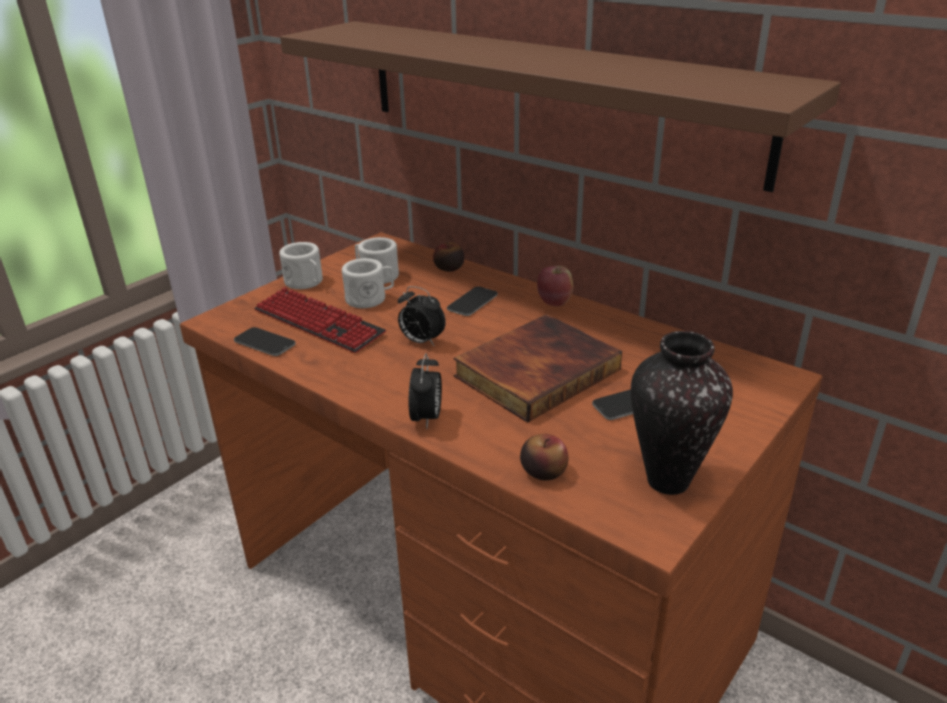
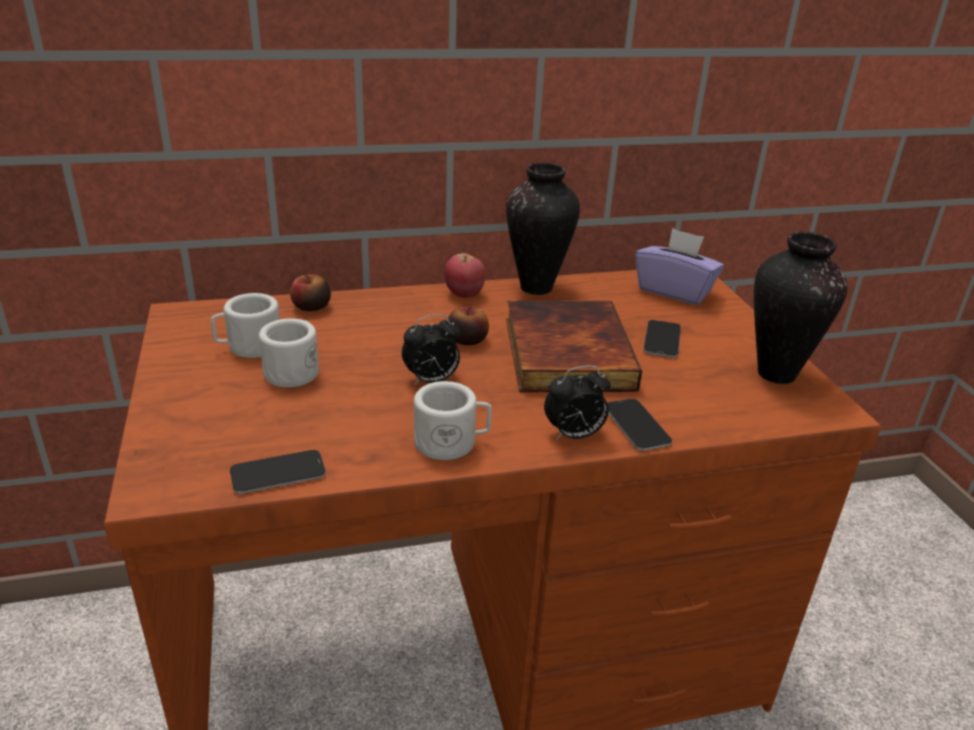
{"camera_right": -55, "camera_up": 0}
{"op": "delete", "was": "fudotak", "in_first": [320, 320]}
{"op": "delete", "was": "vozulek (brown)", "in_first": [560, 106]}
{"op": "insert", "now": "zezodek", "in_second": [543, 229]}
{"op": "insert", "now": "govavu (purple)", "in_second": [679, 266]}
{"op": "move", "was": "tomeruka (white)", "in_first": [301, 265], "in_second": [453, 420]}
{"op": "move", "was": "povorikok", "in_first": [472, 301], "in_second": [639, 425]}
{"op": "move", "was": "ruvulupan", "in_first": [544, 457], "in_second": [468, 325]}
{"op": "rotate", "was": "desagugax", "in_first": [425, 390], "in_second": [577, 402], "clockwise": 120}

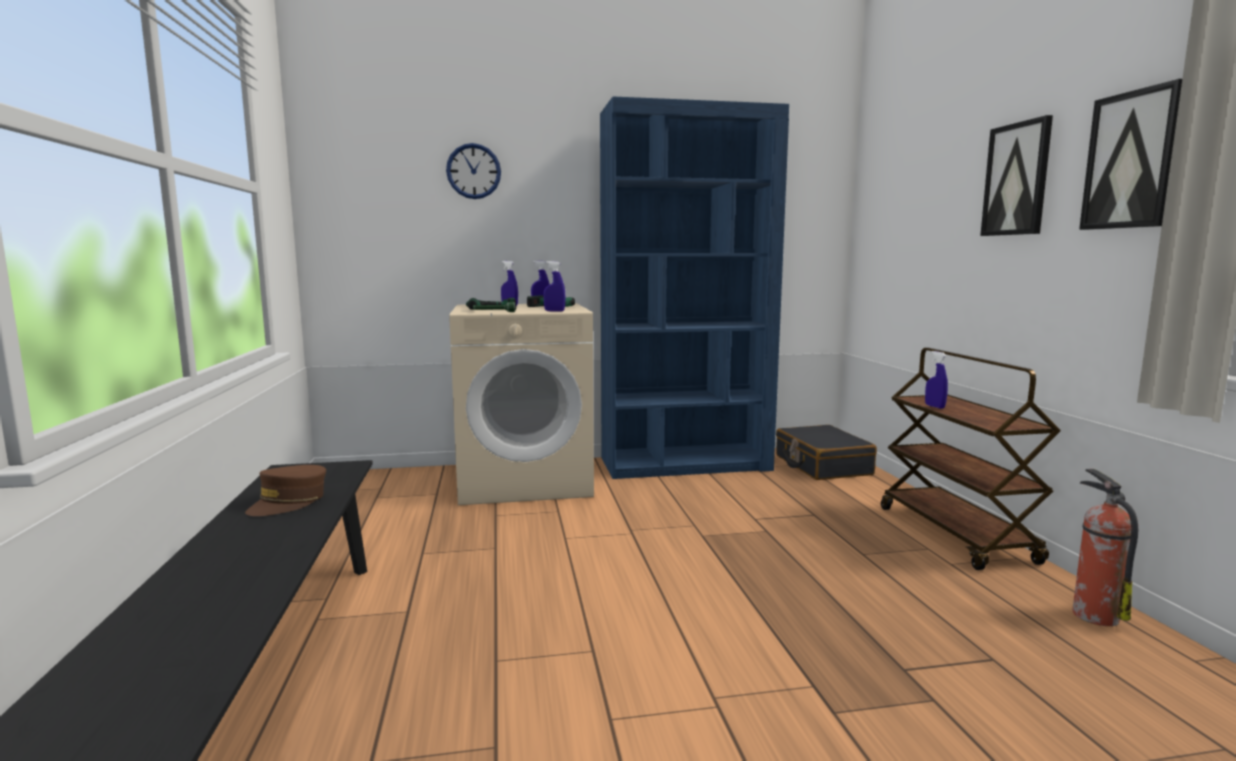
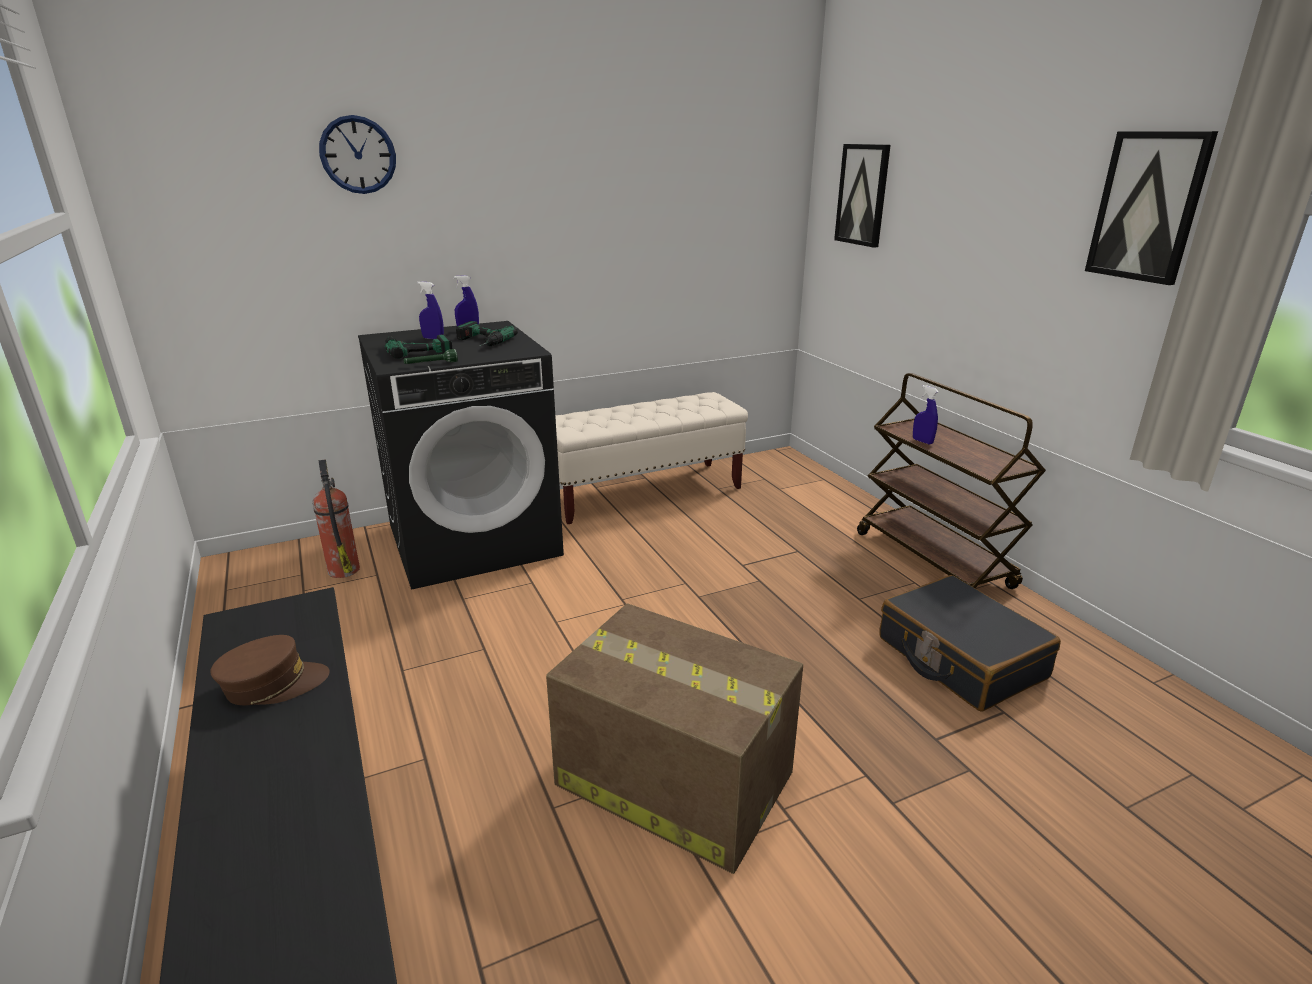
{"camera_right": -15, "camera_up": 15}
{"op": "delete", "was": "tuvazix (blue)", "in_first": [554, 286]}
{"op": "insert", "now": "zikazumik", "in_second": [674, 739]}
{"op": "move", "was": "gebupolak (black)", "in_first": [826, 452], "in_second": [970, 643]}
{"op": "move", "was": "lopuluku", "in_first": [1016, 175], "in_second": [862, 196]}
{"op": "move", "was": "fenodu", "in_first": [1105, 547], "in_second": [336, 518]}
{"op": "replace", "was": "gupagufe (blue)", "now": "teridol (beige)", "in_first": [694, 287], "in_second": [651, 458]}
{"op": "recolor", "was": "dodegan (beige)", "now": "dodegan (black)", "in_first": [521, 404], "in_second": [461, 455]}
{"op": "rotate", "was": "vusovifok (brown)", "in_first": [285, 490], "in_second": [269, 670], "clockwise": -120}

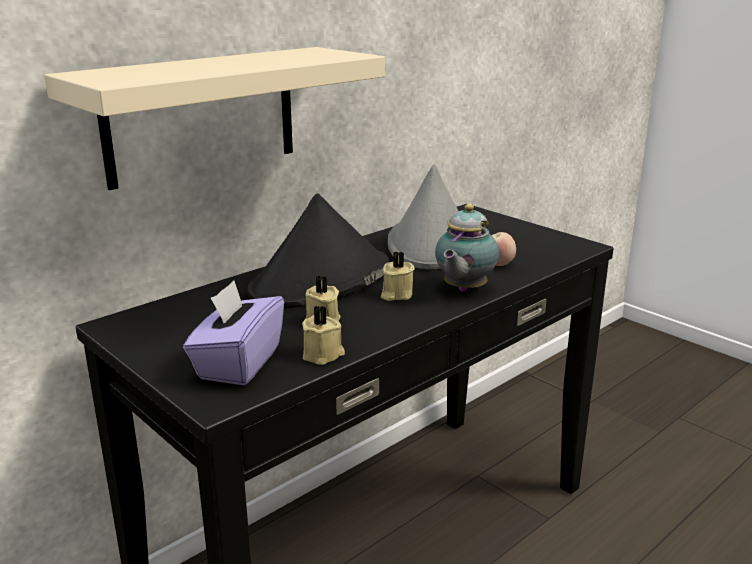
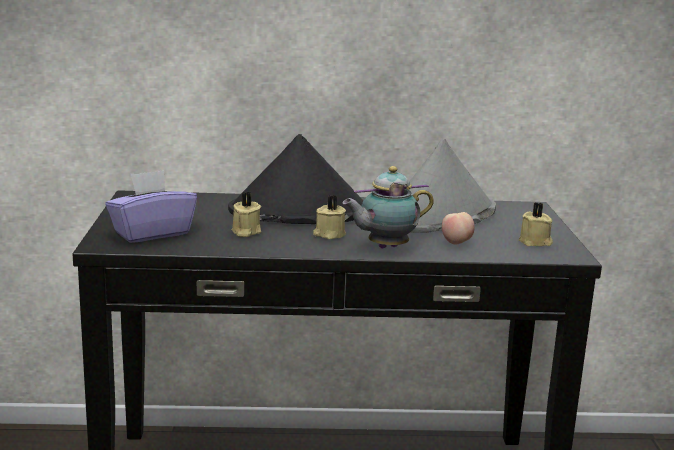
{"camera_right": 40, "camera_up": -5}
{"op": "delete", "was": "vozulek (beige)", "in_first": [214, 118]}
{"op": "move", "was": "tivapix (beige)", "in_first": [323, 335], "in_second": [536, 224]}

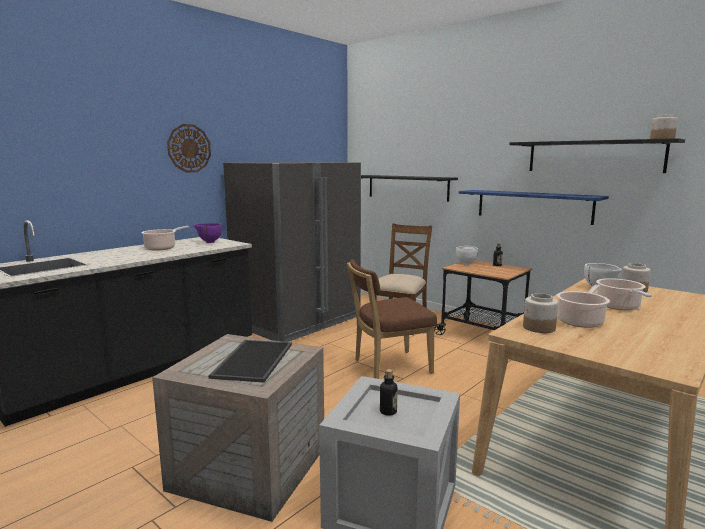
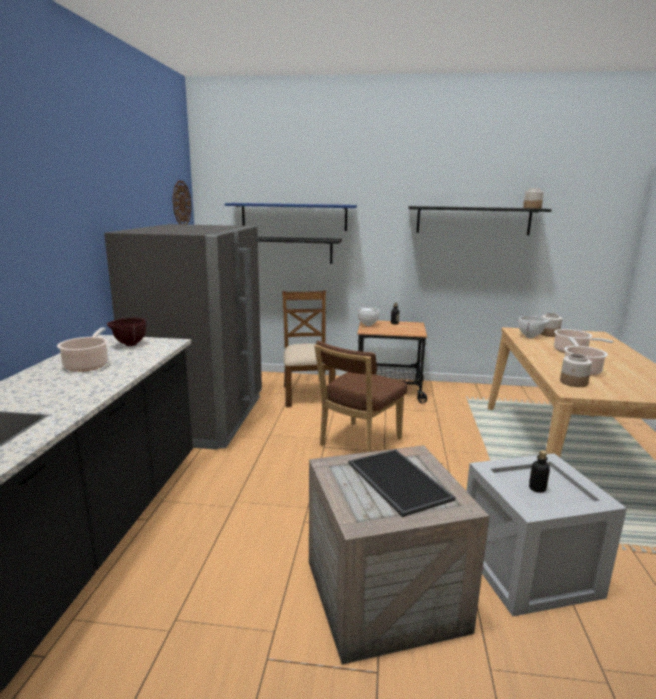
{"camera_right": -35, "camera_up": 5}
{"op": "move", "was": "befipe", "in_first": [189, 148], "in_second": [182, 203]}
{"op": "move", "was": "vozulek (blue)", "in_first": [534, 207], "in_second": [291, 217]}
{"op": "recolor", "was": "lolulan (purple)", "now": "lolulan (brown)", "in_first": [208, 233], "in_second": [126, 332]}

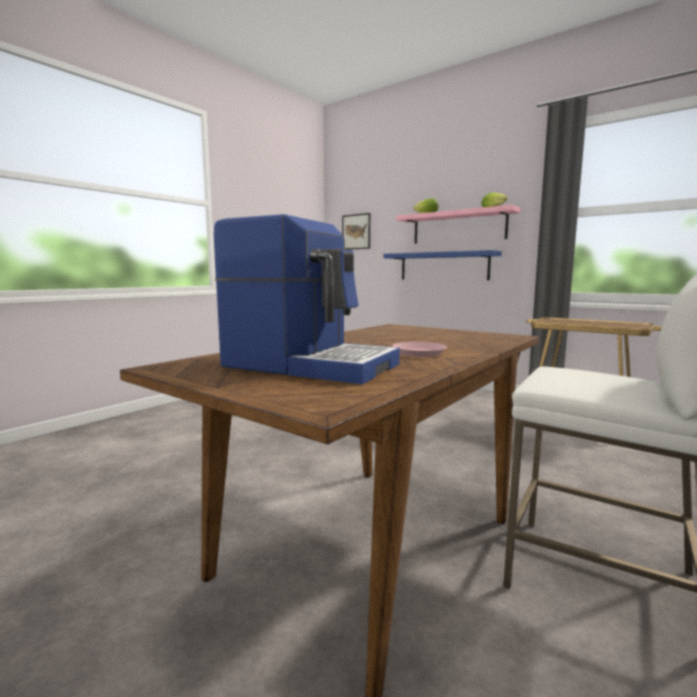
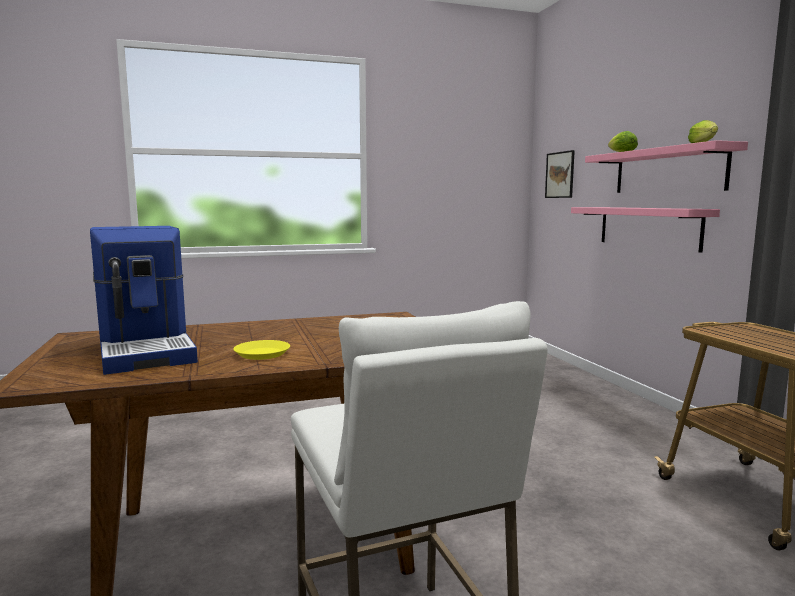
{"camera_right": 35, "camera_up": 0}
{"op": "recolor", "was": "vozulek (blue)", "now": "vozulek (pink)", "in_first": [442, 265], "in_second": [645, 230]}
{"op": "recolor", "was": "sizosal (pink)", "now": "sizosal (yellow)", "in_first": [419, 349], "in_second": [261, 350]}

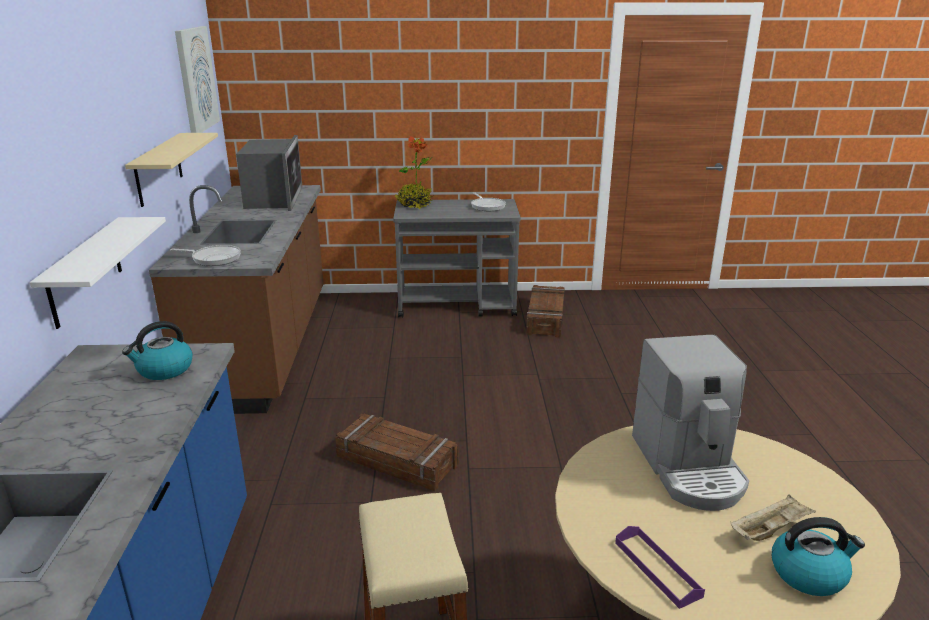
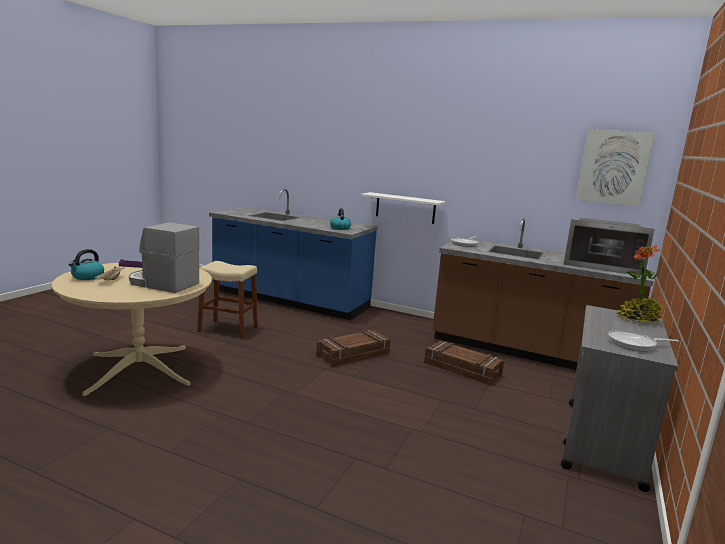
{"camera_right": 115, "camera_up": -10}
{"op": "delete", "was": "vozulek (beige)", "in_first": [171, 170]}
{"op": "move", "was": "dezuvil", "in_first": [545, 311], "in_second": [464, 362]}

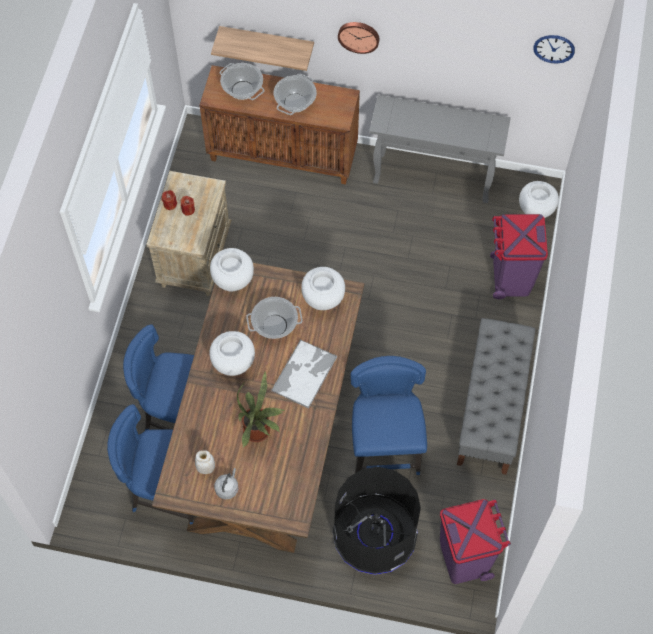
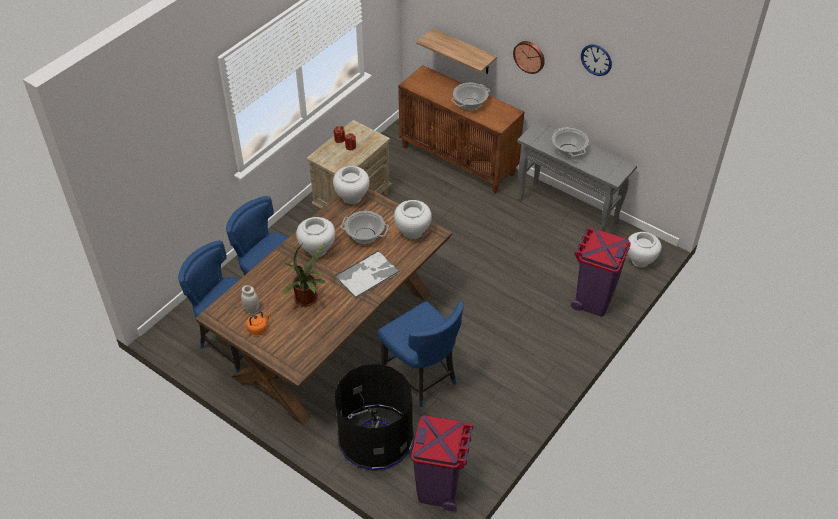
{"camera_right": 25, "camera_up": -15}
{"op": "delete", "was": "teridol (grey)", "in_first": [496, 396]}
{"op": "move", "was": "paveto", "in_first": [242, 81], "in_second": [570, 142]}
{"op": "move", "was": "befipe", "in_first": [554, 49], "in_second": [596, 60]}
{"op": "recolor", "was": "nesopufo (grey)", "now": "nesopufo (orange)", "in_first": [226, 483], "in_second": [258, 323]}
{"op": "rotate", "was": "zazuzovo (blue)", "in_first": [388, 415], "in_second": [420, 354], "clockwise": 120}

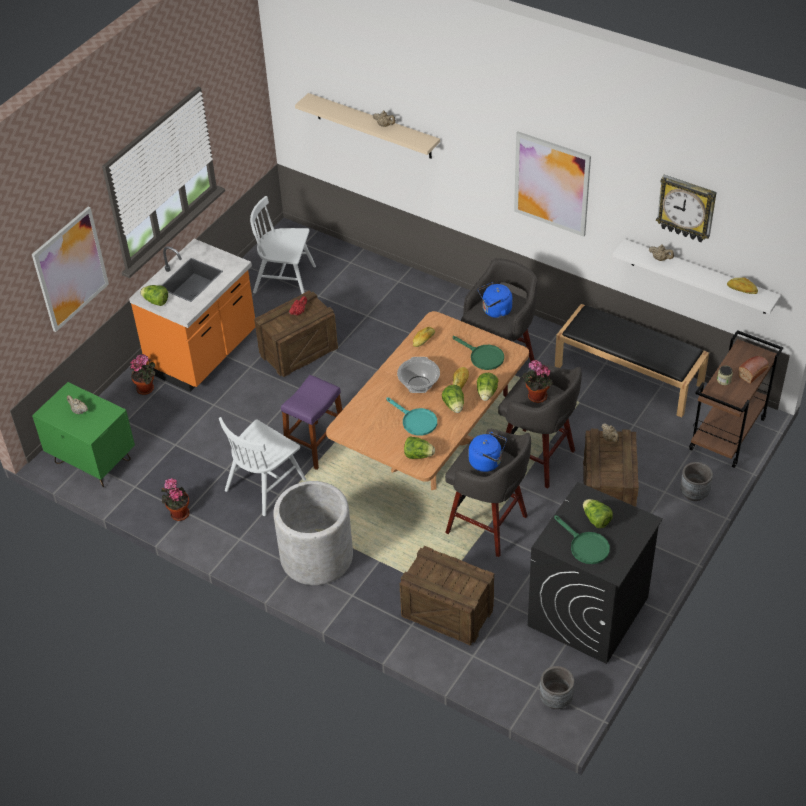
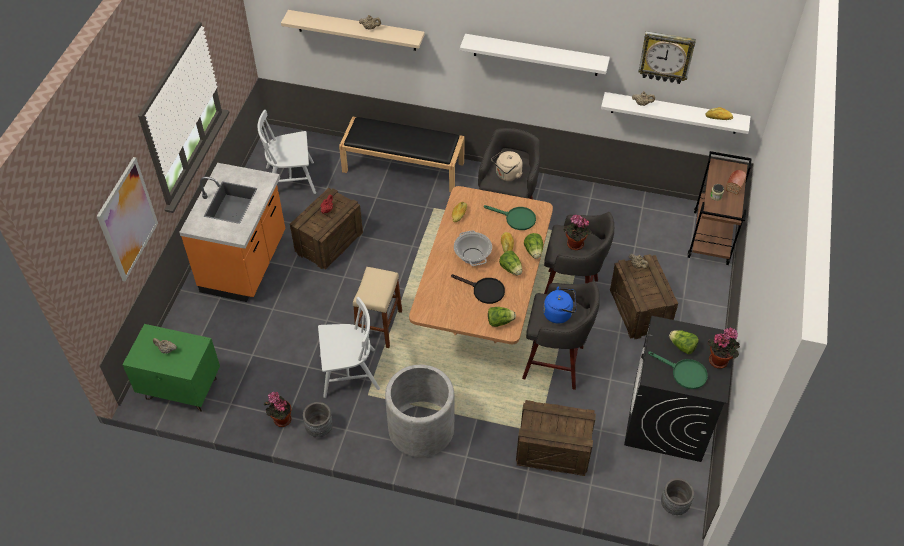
{"camera_right": -20, "camera_up": 5}
{"op": "delete", "was": "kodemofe", "in_first": [154, 295]}
{"op": "move", "was": "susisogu", "in_first": [143, 374], "in_second": [723, 348]}
{"op": "move", "was": "teridol (black)", "in_first": [632, 361], "in_second": [402, 154]}
{"op": "move", "was": "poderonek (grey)", "in_first": [696, 481], "in_second": [318, 419]}
{"op": "replace", "was": "lopuluku", "now": "vozulek (white)", "in_first": [552, 184], "in_second": [535, 55]}
{"op": "recolor", "was": "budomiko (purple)", "now": "budomiko (beige)", "in_first": [311, 422], "in_second": [377, 307]}
{"op": "recolor", "was": "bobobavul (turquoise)", "now": "bobobavul (black)", "in_first": [411, 416], "in_second": [478, 289]}
{"op": "recolor", "was": "nesopufo (blue)", "now": "nesopufo (beige)", "in_first": [495, 300], "in_second": [507, 166]}
{"op": "rotate", "was": "zazuzovo (white)", "in_first": [262, 466], "in_second": [349, 347], "clockwise": -120}

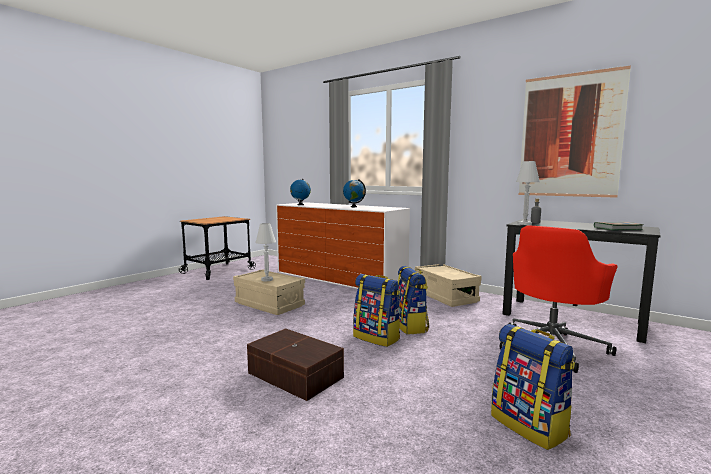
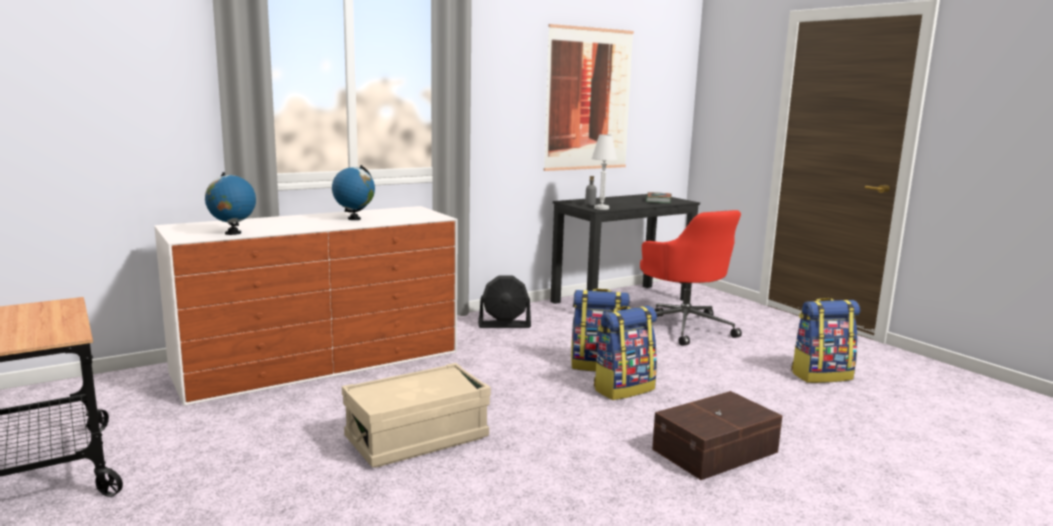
{"camera_right": -70, "camera_up": 5}
{"op": "delete", "was": "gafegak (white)", "in_first": [265, 252]}
{"op": "replace", "was": "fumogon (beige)", "now": "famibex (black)", "in_first": [448, 285], "in_second": [504, 302]}

